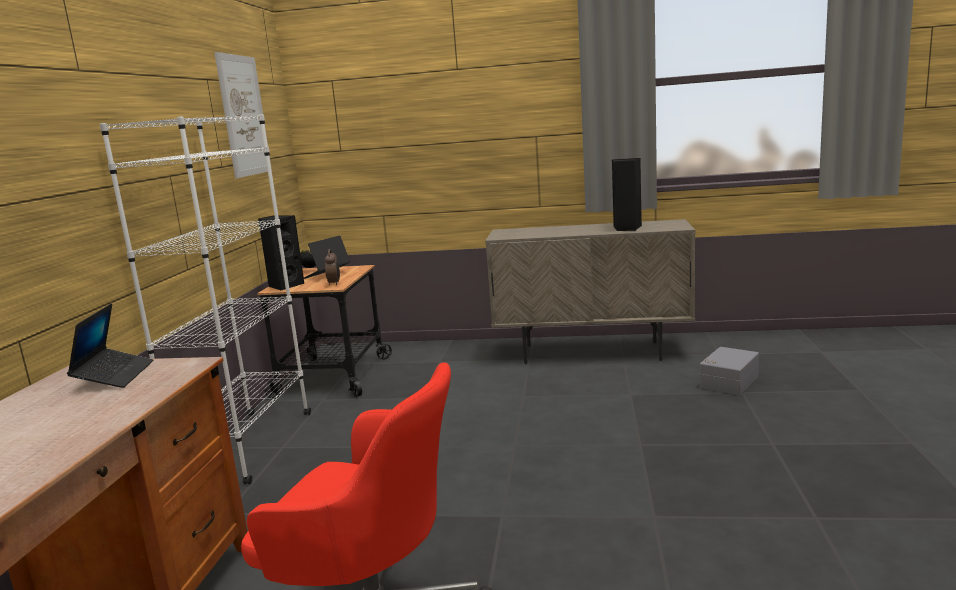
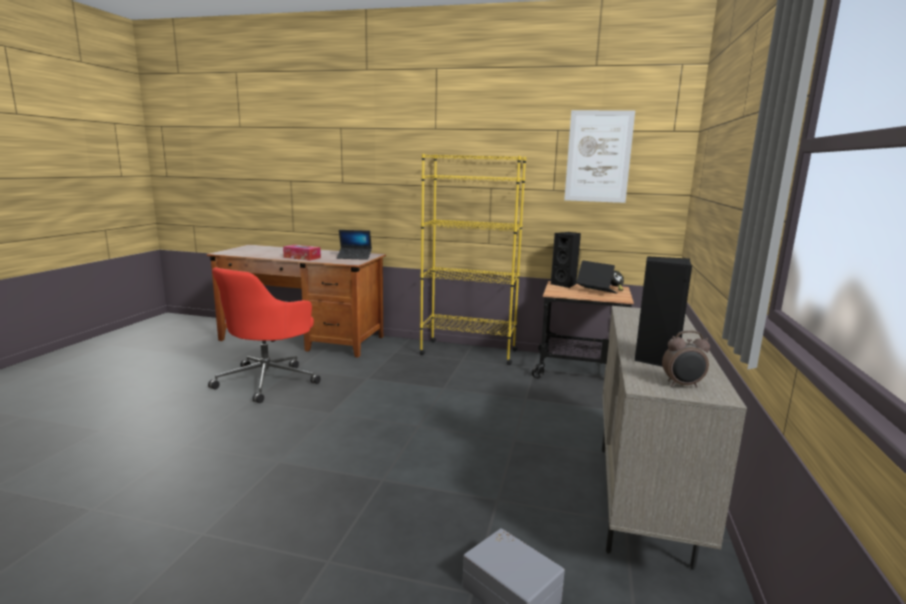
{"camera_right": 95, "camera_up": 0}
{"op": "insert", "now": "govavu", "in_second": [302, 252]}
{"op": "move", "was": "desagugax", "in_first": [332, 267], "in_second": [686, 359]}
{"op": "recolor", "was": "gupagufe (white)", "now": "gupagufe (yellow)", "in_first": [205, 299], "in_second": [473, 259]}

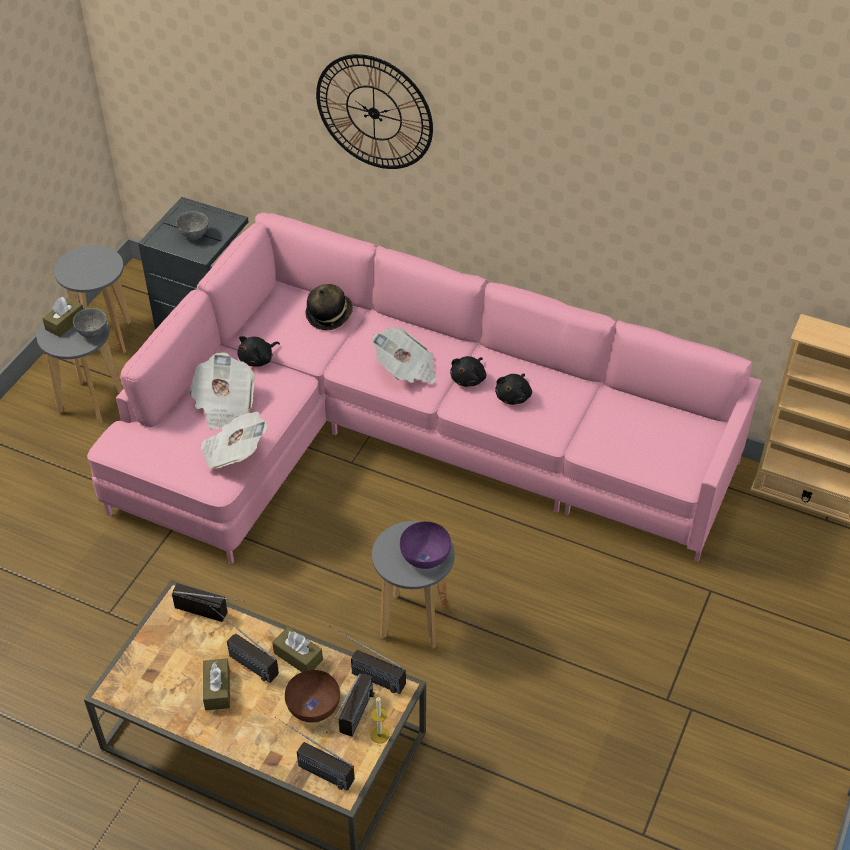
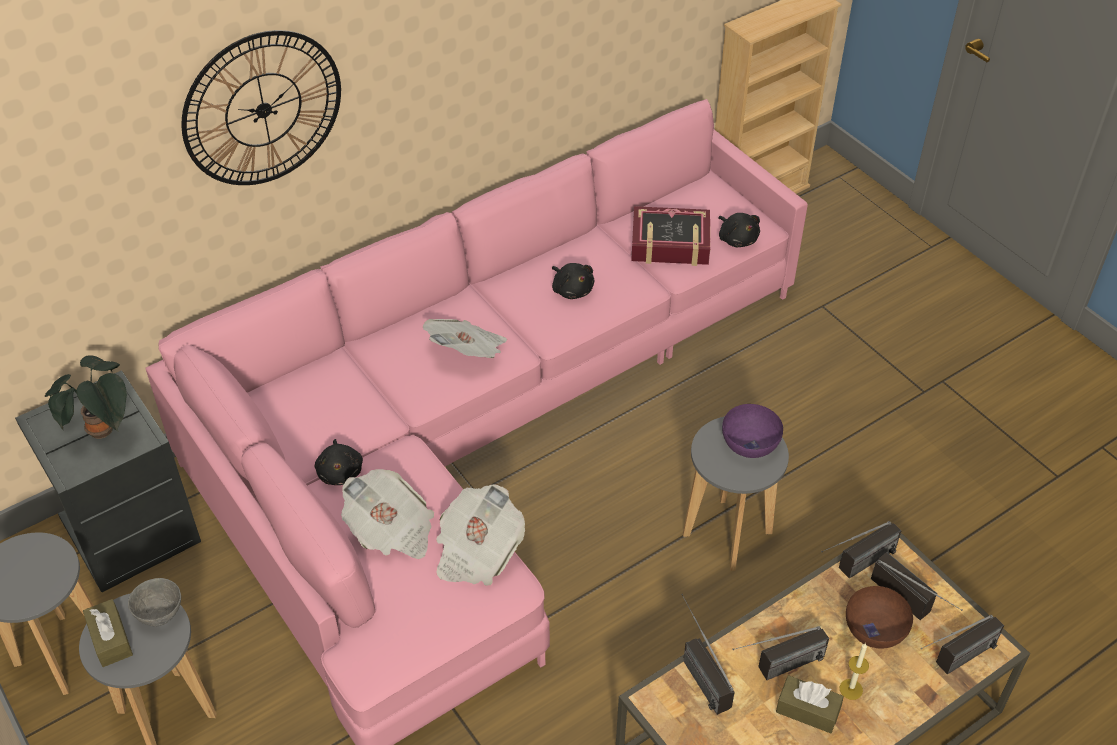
{"camera_right": -60, "camera_up": 0}
{"op": "delete", "was": "govavu (brown)", "in_first": [297, 649]}
{"op": "delete", "was": "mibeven", "in_first": [329, 307]}
{"op": "insert", "now": "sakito", "in_second": [670, 236]}
{"op": "move", "was": "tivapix", "in_first": [379, 720], "in_second": [854, 671]}
{"op": "move", "was": "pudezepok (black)", "in_first": [468, 371], "in_second": [739, 230]}
{"op": "replace", "was": "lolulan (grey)", "now": "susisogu", "in_first": [192, 225], "in_second": [86, 397]}
{"op": "rotate", "was": "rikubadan", "in_first": [208, 602], "in_second": [708, 654], "clockwise": -75}

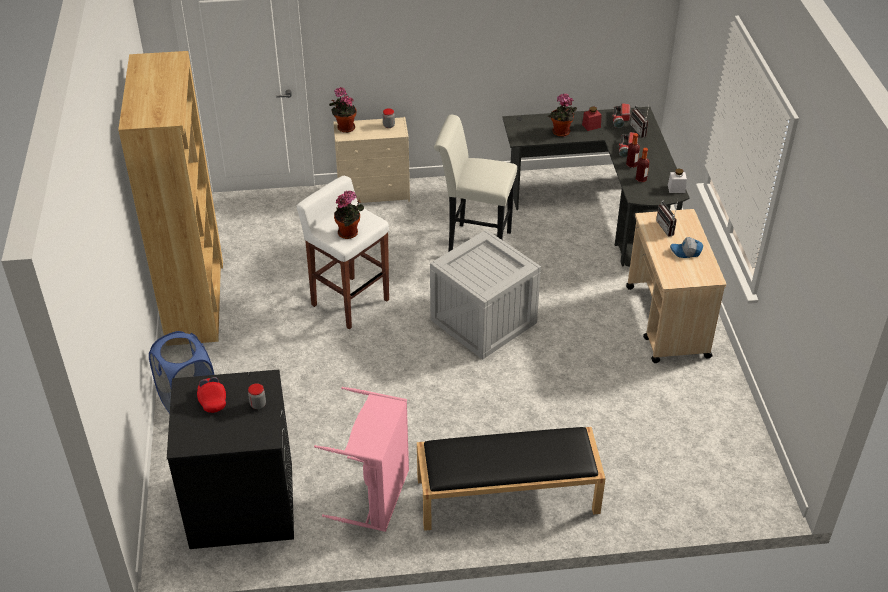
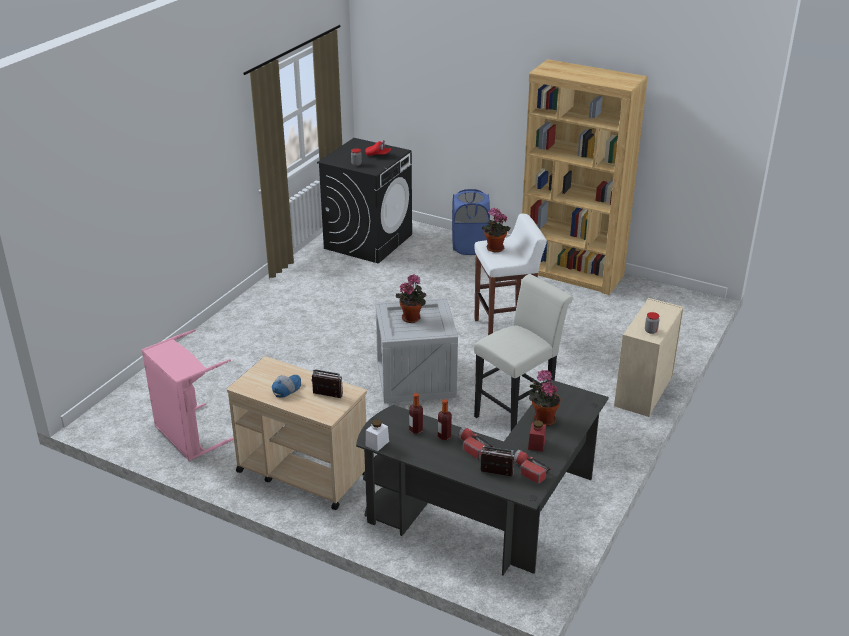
{"camera_right": 125, "camera_up": -10}
{"op": "delete", "was": "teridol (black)", "in_first": [511, 479]}
{"op": "move", "was": "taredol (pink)", "in_first": [361, 459], "in_second": [188, 395]}
{"op": "move", "was": "susisogu", "in_first": [342, 110], "in_second": [411, 298]}

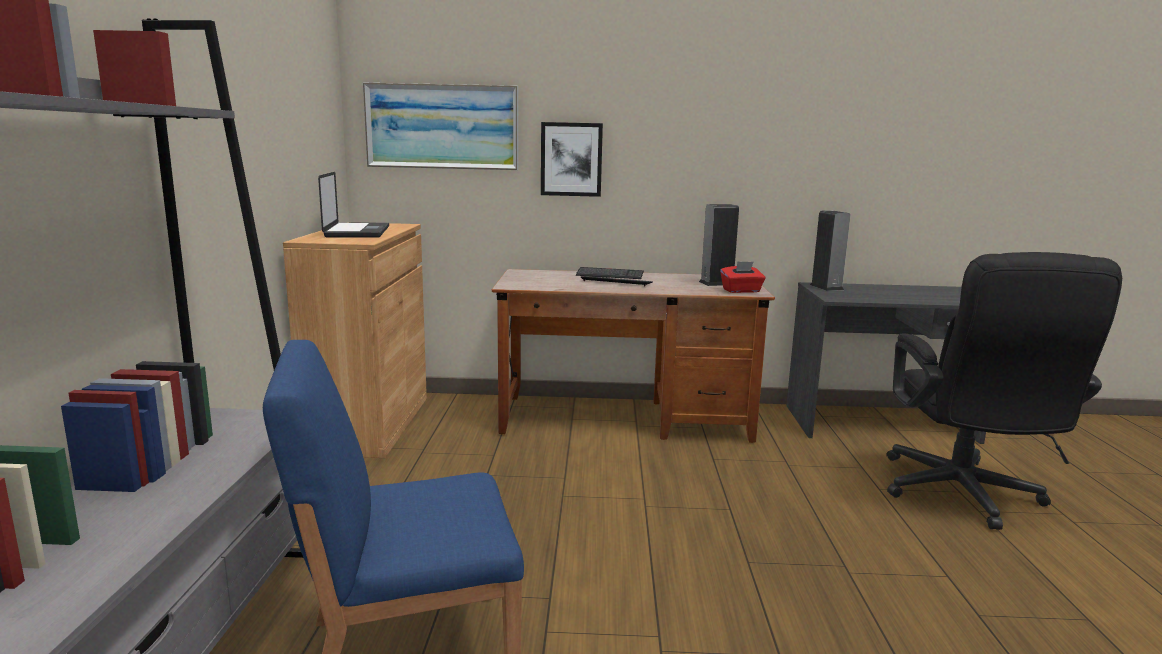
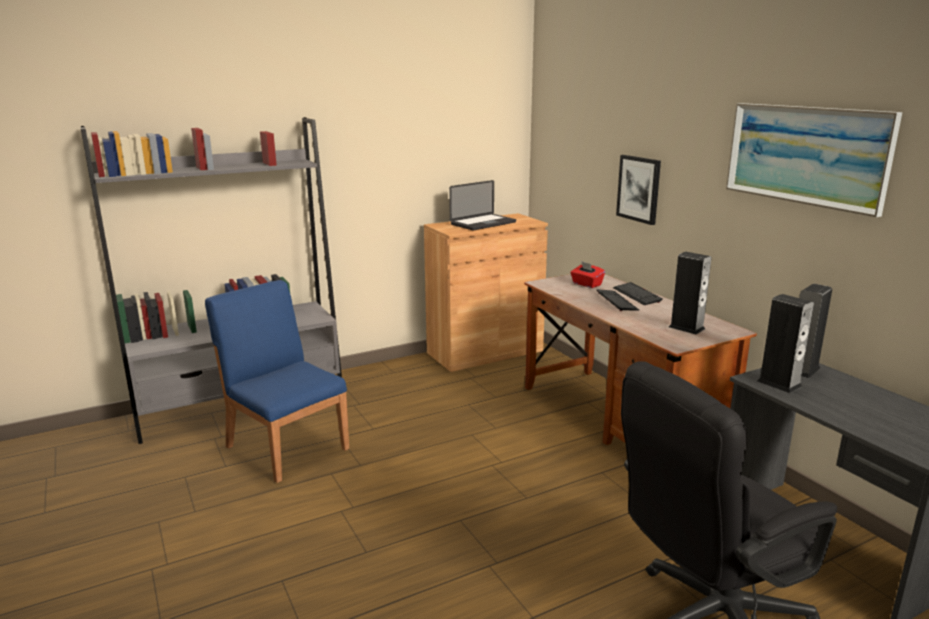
{"camera_right": 60, "camera_up": 5}
{"op": "insert", "now": "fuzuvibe", "in_second": [785, 343]}
{"op": "move", "was": "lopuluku", "in_first": [440, 126], "in_second": [814, 160]}
{"op": "move", "was": "govavu (red)", "in_first": [742, 277], "in_second": [587, 274]}

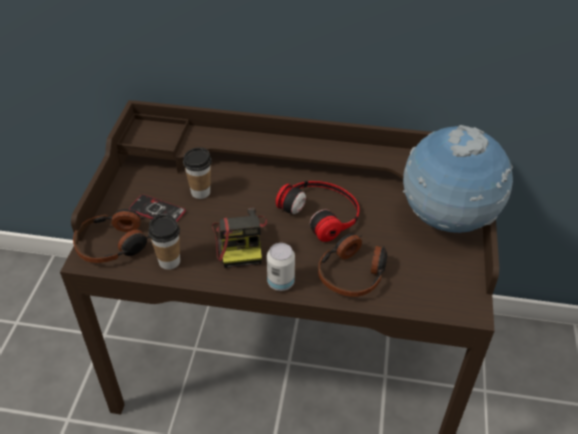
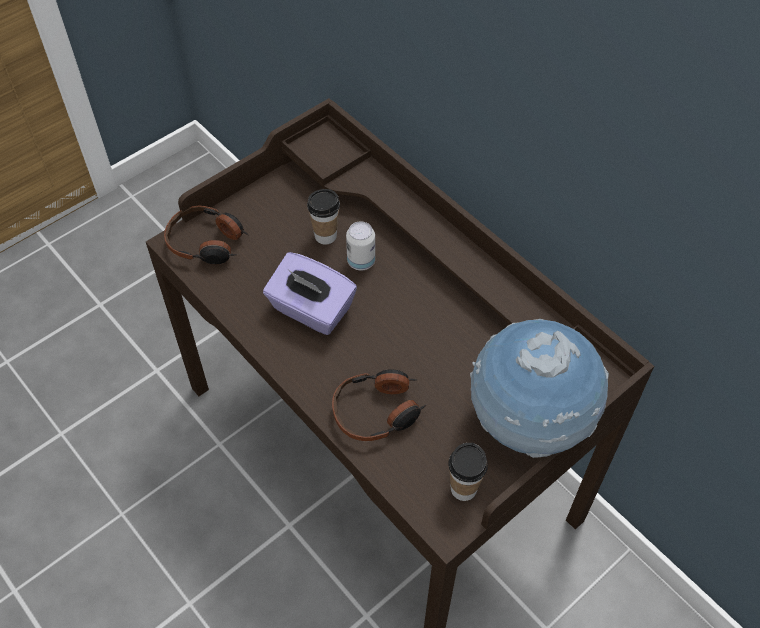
{"camera_right": 40, "camera_up": 10}
{"op": "delete", "was": "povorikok", "in_first": [157, 208]}
{"op": "delete", "was": "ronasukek", "in_first": [317, 211]}
{"op": "move", "was": "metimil", "in_first": [164, 242], "in_second": [468, 472]}
{"op": "move", "was": "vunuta", "in_first": [281, 267], "in_second": [360, 245]}
{"op": "replace", "was": "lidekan", "now": "govavu (purple)", "in_first": [239, 238], "in_second": [310, 293]}

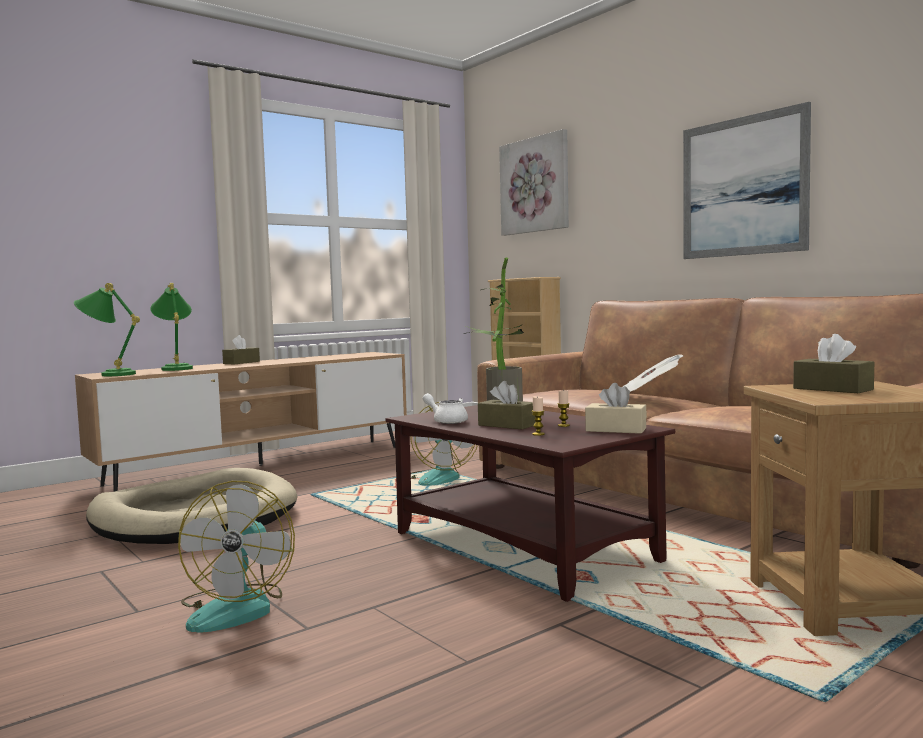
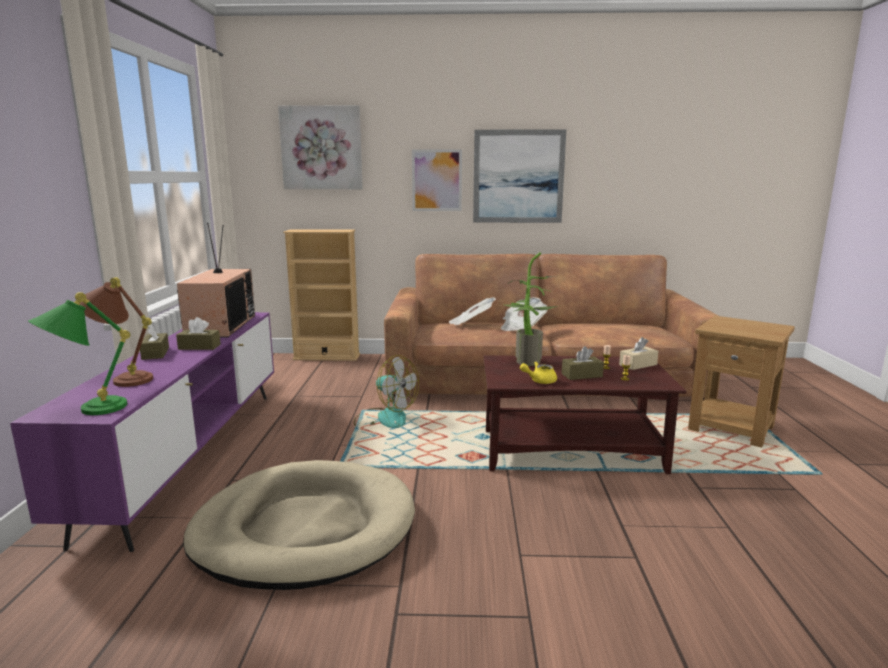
{"camera_right": -50, "camera_up": 10}
{"op": "delete", "was": "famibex", "in_first": [236, 557]}
{"op": "insert", "now": "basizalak", "in_second": [216, 280]}
{"op": "insert", "now": "lopuluku", "in_second": [437, 180]}
{"op": "insert", "now": "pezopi", "in_second": [472, 311]}
{"op": "move", "was": "govavu (brown)", "in_first": [833, 363], "in_second": [198, 333]}
{"op": "recolor", "was": "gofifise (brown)", "now": "gofifise (purple)", "in_first": [241, 421], "in_second": [142, 432]}
{"op": "recolor", "was": "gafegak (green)", "now": "gafegak (brown)", "in_first": [171, 327], "in_second": [116, 332]}
{"op": "recolor", "was": "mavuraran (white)", "now": "mavuraran (yellow)", "in_first": [445, 408], "in_second": [538, 373]}

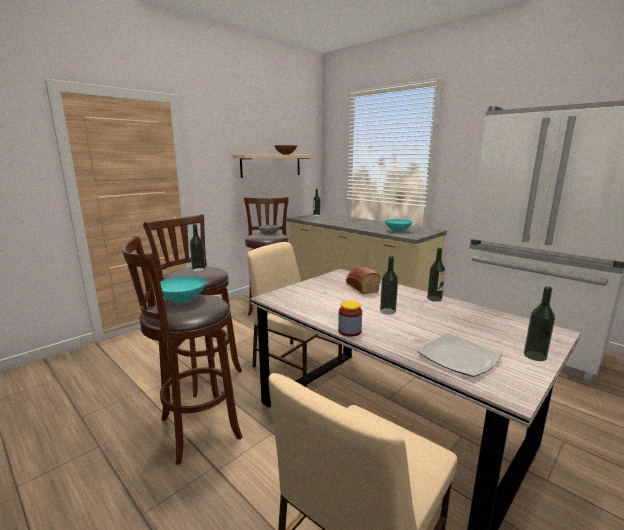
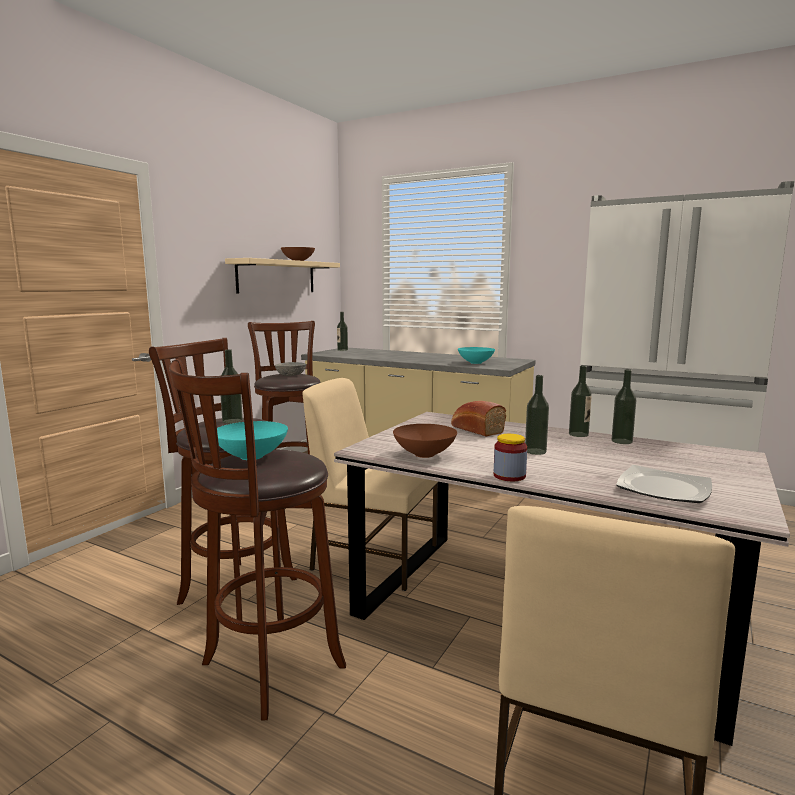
{"camera_right": -15, "camera_up": -5}
{"op": "insert", "now": "lolulan (brown)", "in_second": [425, 441]}
{"op": "move", "was": "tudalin", "in_first": [539, 323], "in_second": [624, 406]}

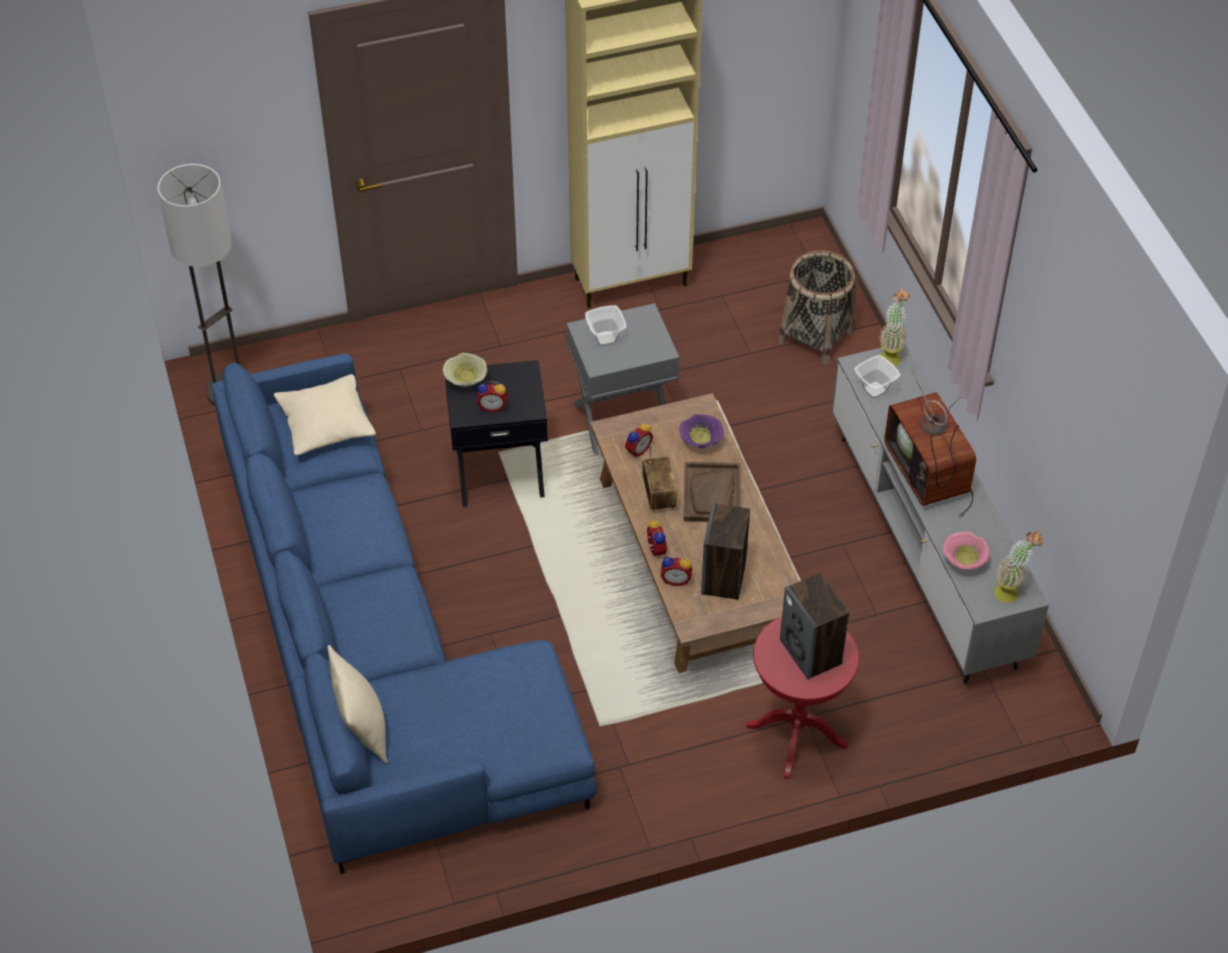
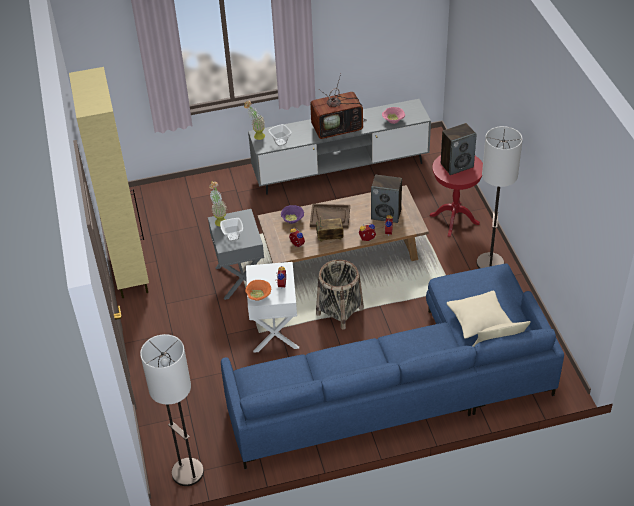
{"camera_right": -85, "camera_up": -5}
{"op": "insert", "now": "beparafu", "in_second": [500, 197]}
{"op": "move", "was": "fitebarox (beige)", "in_first": [325, 414], "in_second": [479, 315]}
{"op": "move", "was": "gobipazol", "in_first": [816, 307], "in_second": [340, 295]}
{"op": "move", "was": "susisogu", "in_first": [1019, 567], "in_second": [218, 204]}
{"op": "recolor", "was": "lolulan (beige)", "now": "lolulan (orange)", "in_first": [465, 370], "in_second": [258, 290]}
{"op": "recolor", "was": "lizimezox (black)", "now": "lizimezox (white)", "in_first": [496, 433], "in_second": [272, 307]}

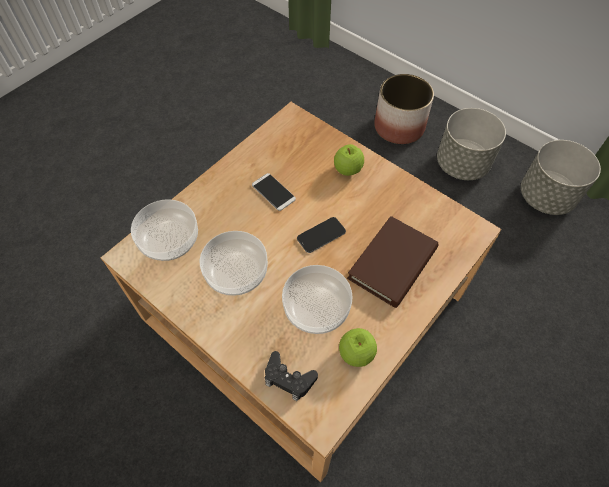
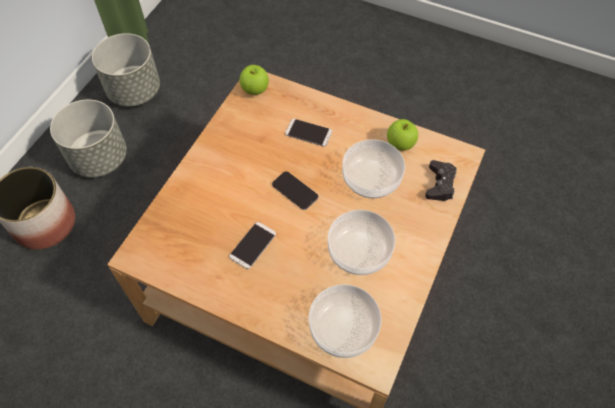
{"camera_right": -105, "camera_up": 0}
{"op": "move", "was": "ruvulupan", "in_first": [349, 160], "in_second": [254, 80]}
{"op": "replace", "was": "sakito (brown)", "now": "povorikok", "in_first": [392, 262], "in_second": [308, 133]}

